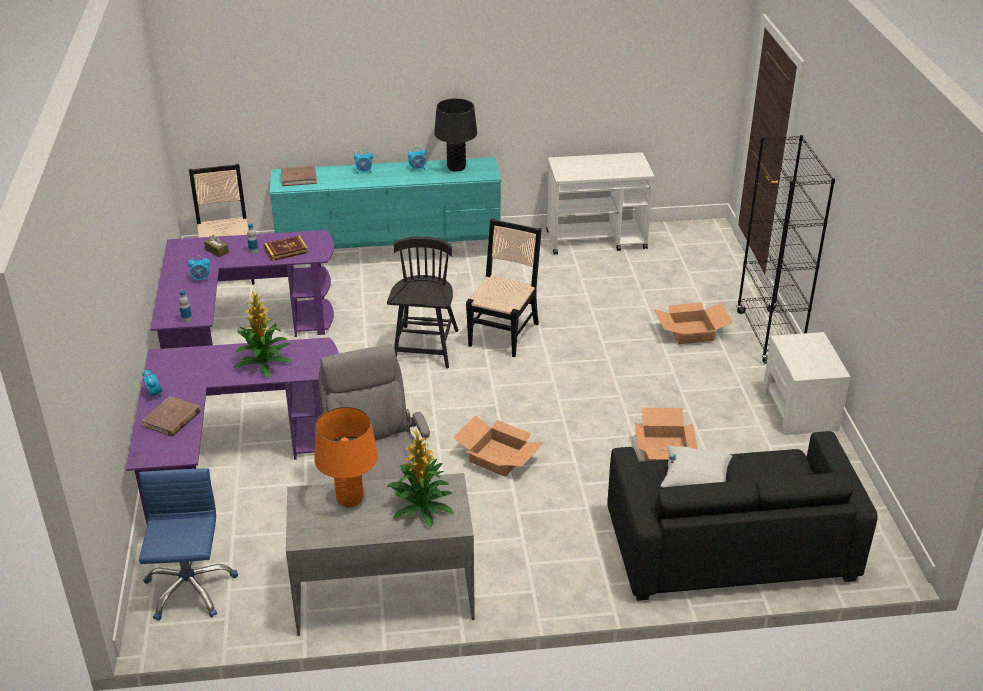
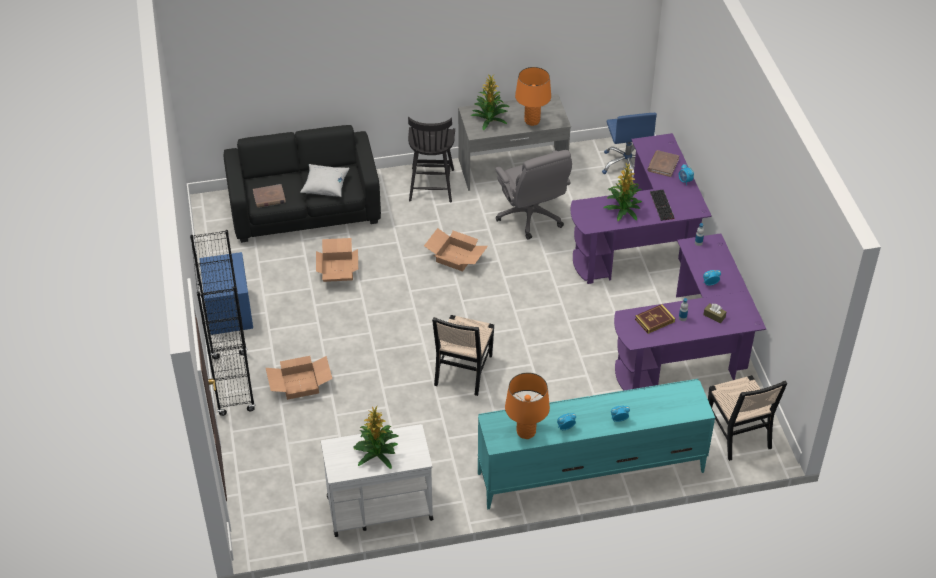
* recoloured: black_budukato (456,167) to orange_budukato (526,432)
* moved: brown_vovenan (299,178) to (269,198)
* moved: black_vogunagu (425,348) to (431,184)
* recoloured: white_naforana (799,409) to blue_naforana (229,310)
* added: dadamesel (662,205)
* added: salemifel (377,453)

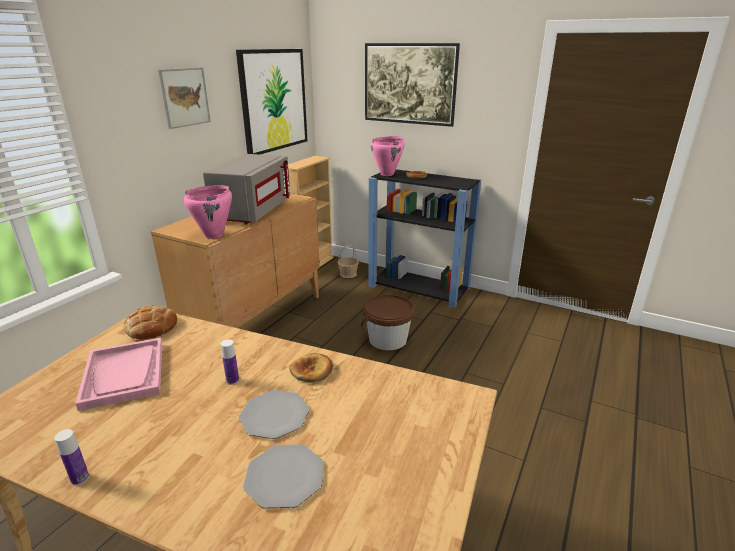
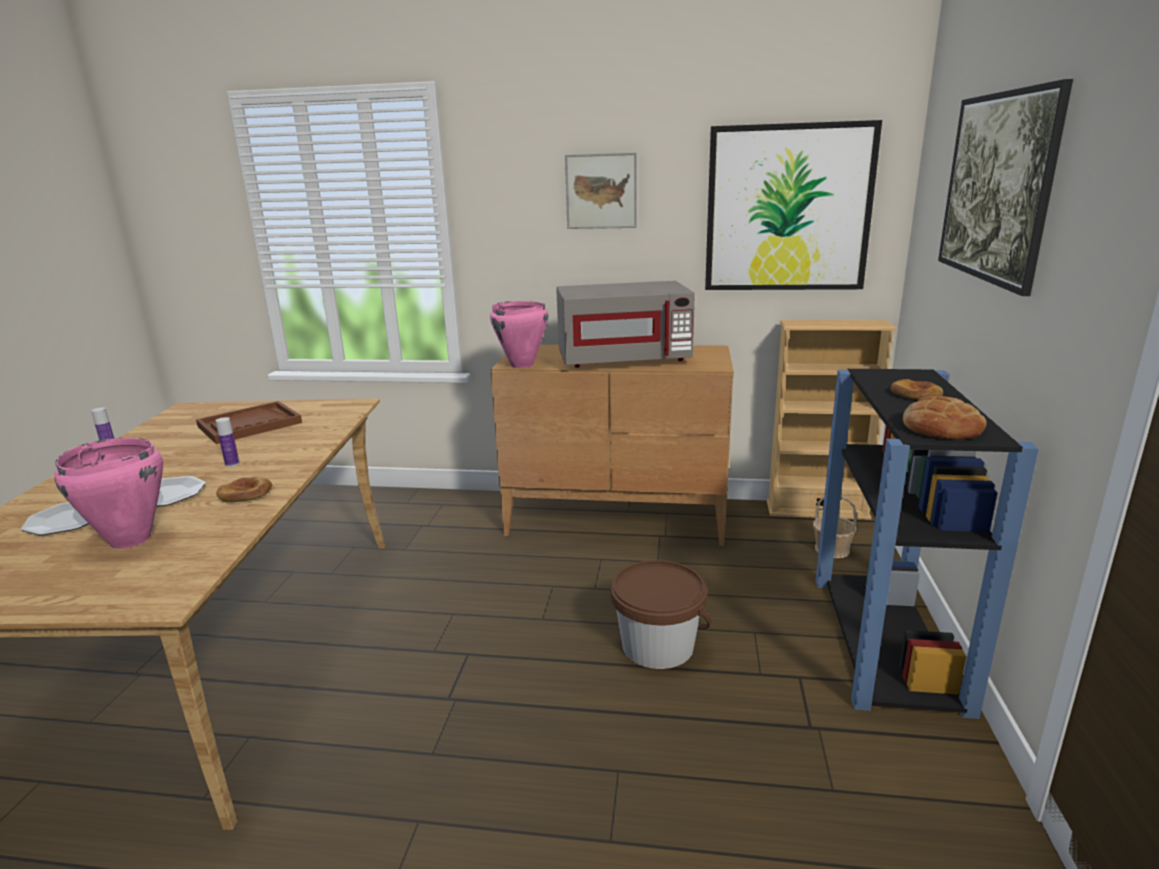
* moved: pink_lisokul (387,174) to (130,540)
* moved: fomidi (151,327) to (941,428)
* recoloured: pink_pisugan (124,374) to brown_pisugan (249,425)

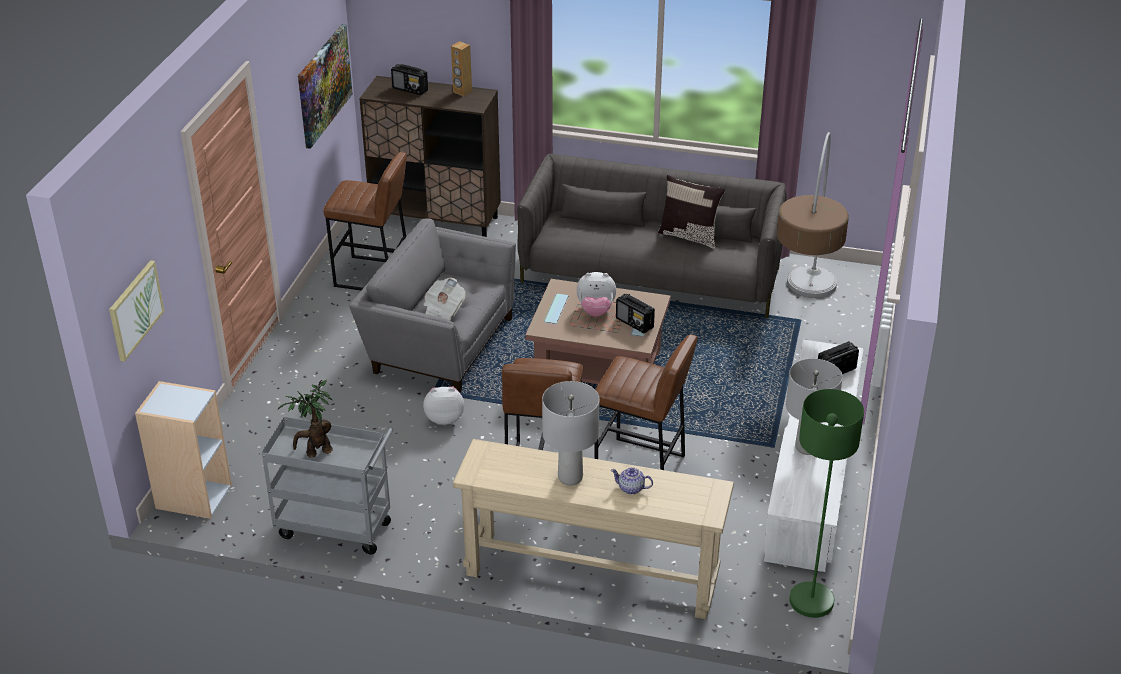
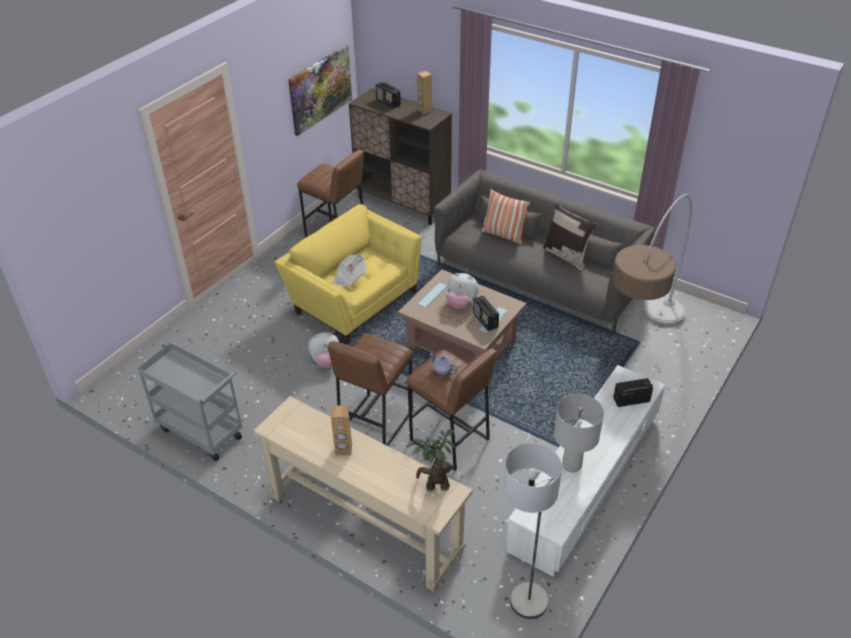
* recoloured: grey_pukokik (439,343) to yellow_pukokik (354,300)
* removed: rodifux (135,310)
* moved: salemifel (315,451) to (434,485)
* removed: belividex (193,496)
* replaced: grey_budukato (570,477) to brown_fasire (343,450)
* turned: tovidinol (444,418) = (326,361) 150 degrees clockwise
* recoloured: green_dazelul (807,610) to grey_dazelul (521,609)
* moved: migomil (631,488) to (443,370)
* added: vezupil (503,235)

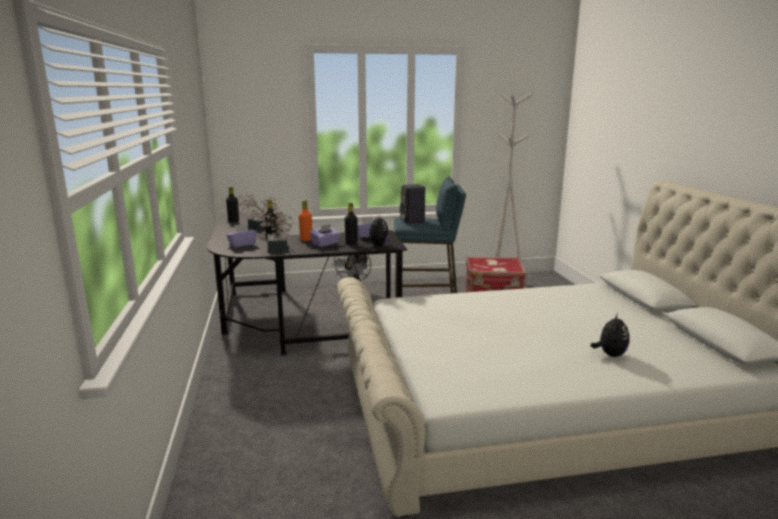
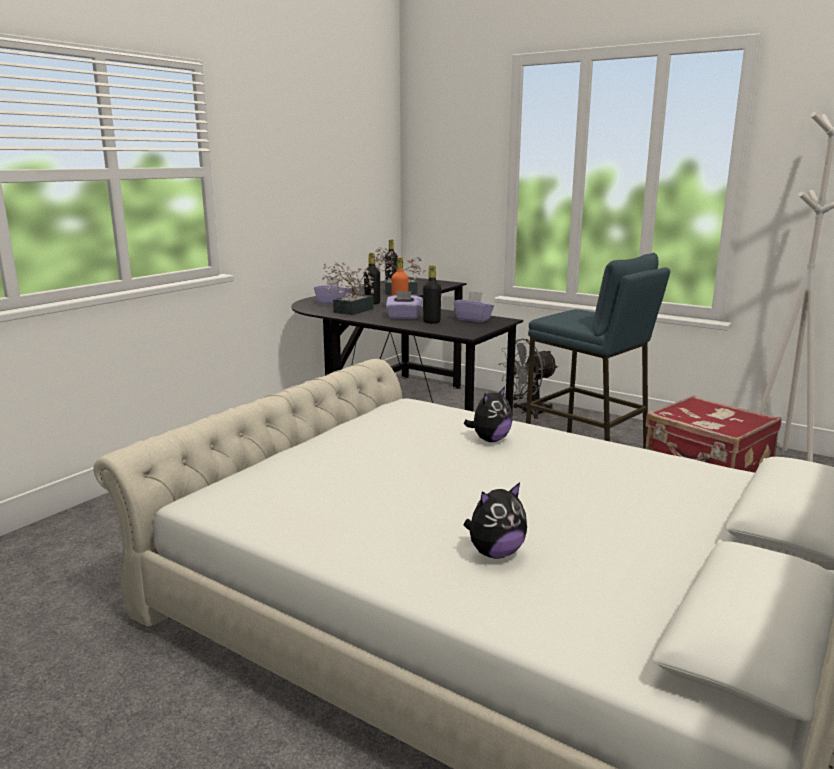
* removed: black_fasire (413,221)
* moved: tovidinol (377,245) to (490,440)

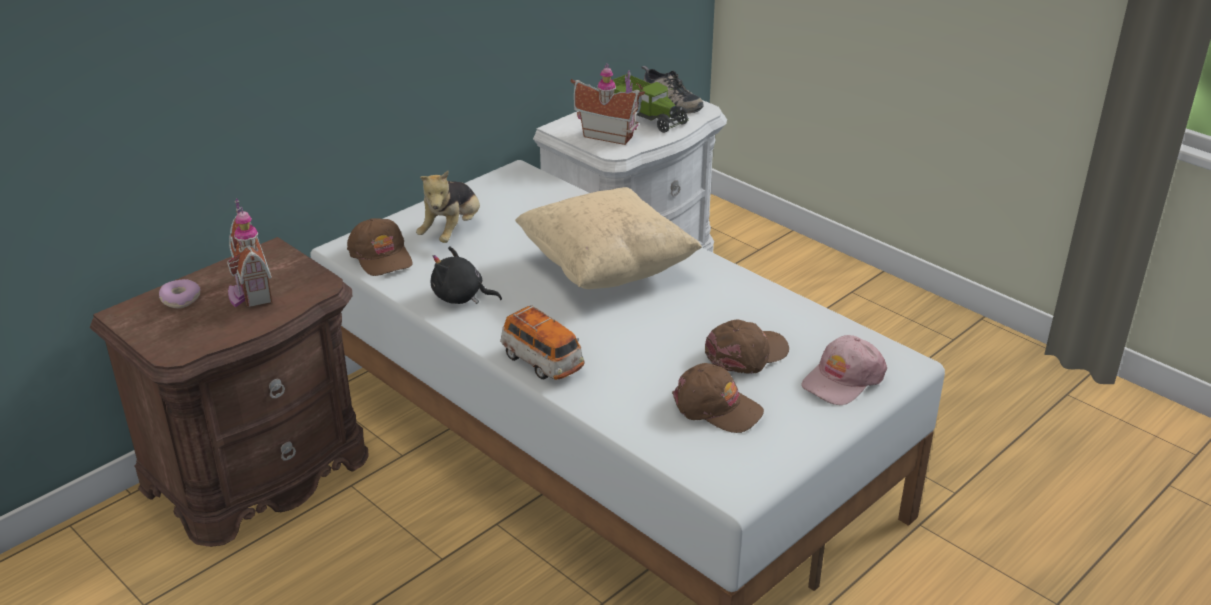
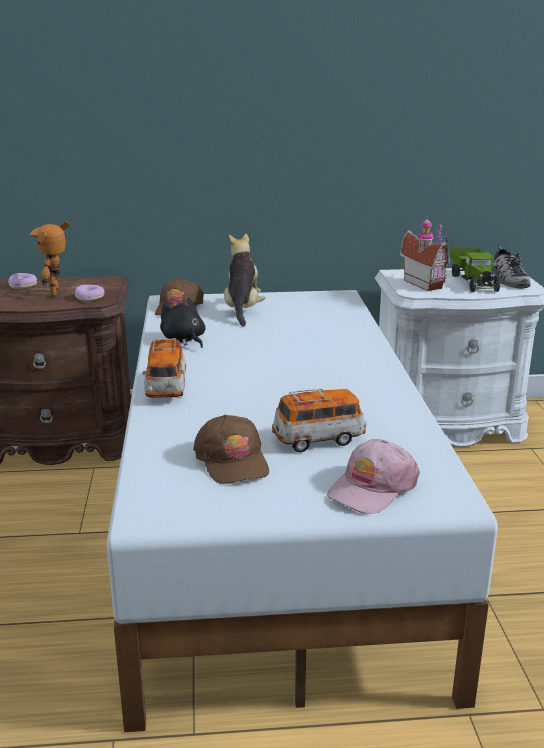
* turned: tovidinol (452,231) = (242,309) 120 degrees clockwise
* removed: beige_vezupil (606,269)
* replaced: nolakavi (249,293) to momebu (59,293)
* replaced: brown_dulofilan (746,354) to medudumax (319,439)
* turned: pink_dulofilan (842,379) = (372,488) 45 degrees counterclockwise
* added: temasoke (89,298)

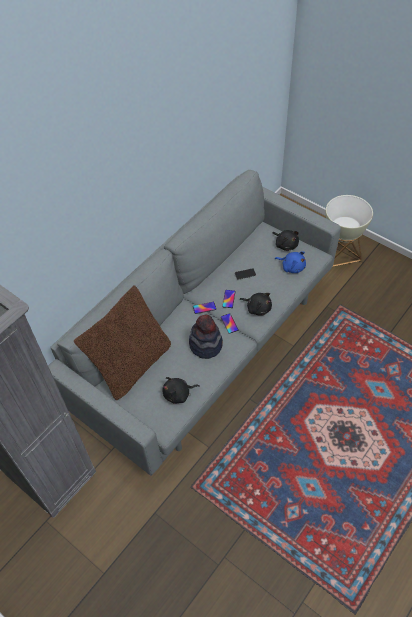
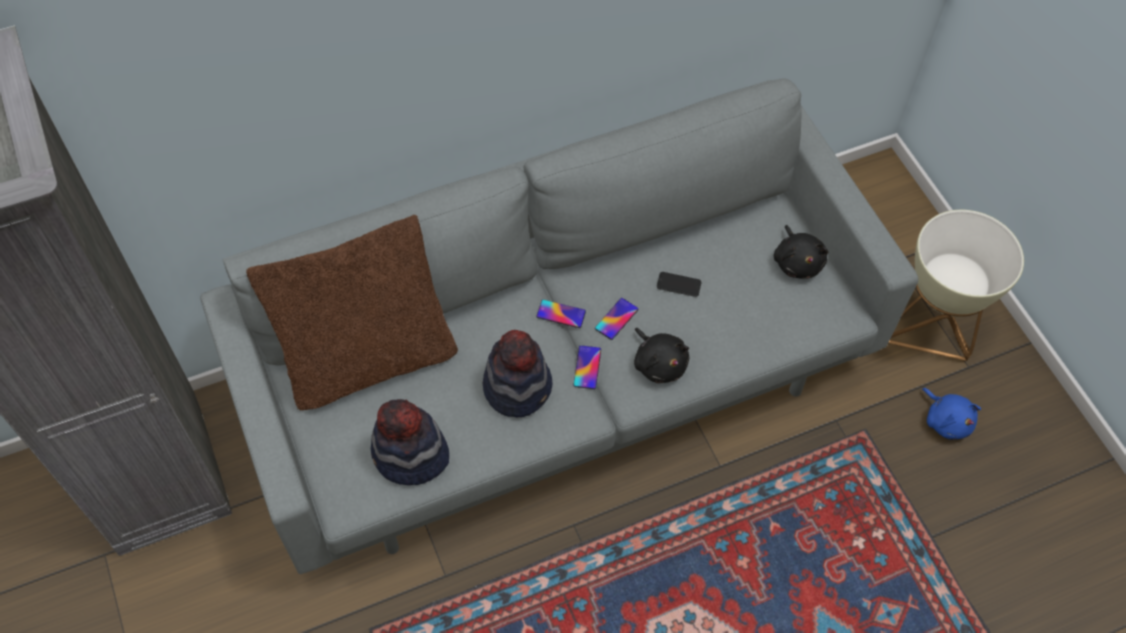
* moved: blue_tovidinol (292,267) to (946,420)
* replaced: black_tovidinol (178,394) to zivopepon (410,455)

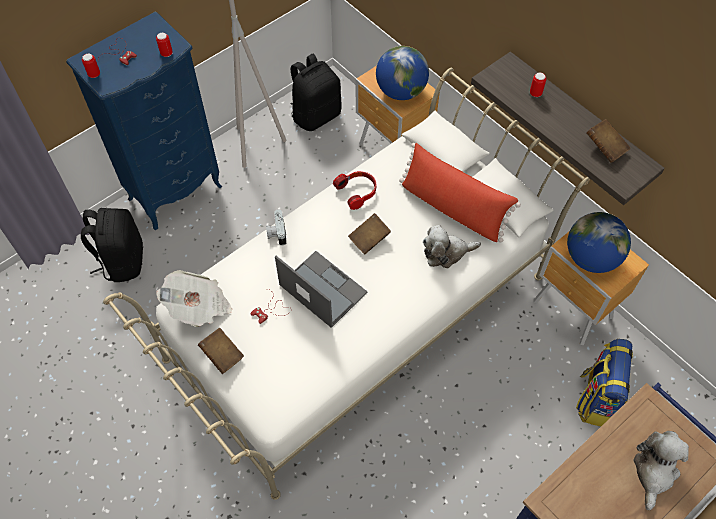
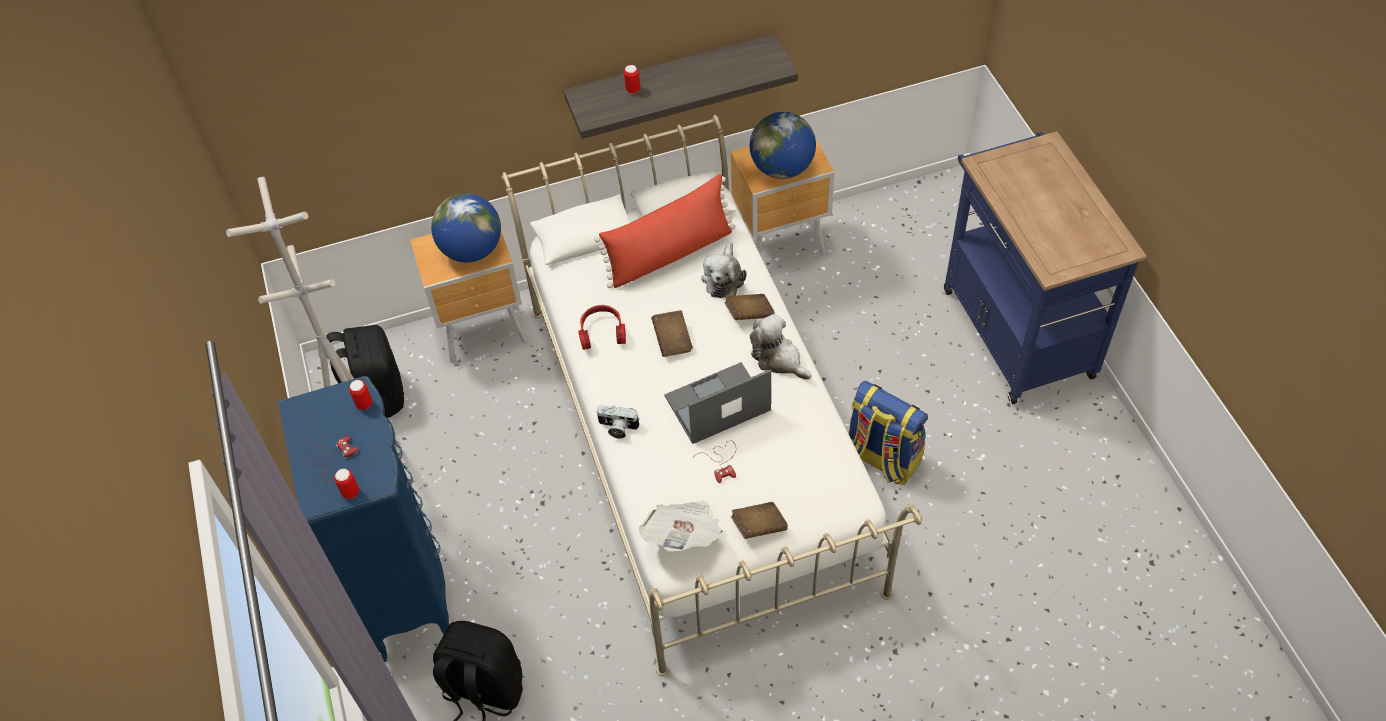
* moved: brown_vovenan (605,148) to (749,314)
* moved: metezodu (597,398) to (881,458)
* moved: tovidinol (654,471) to (778,359)

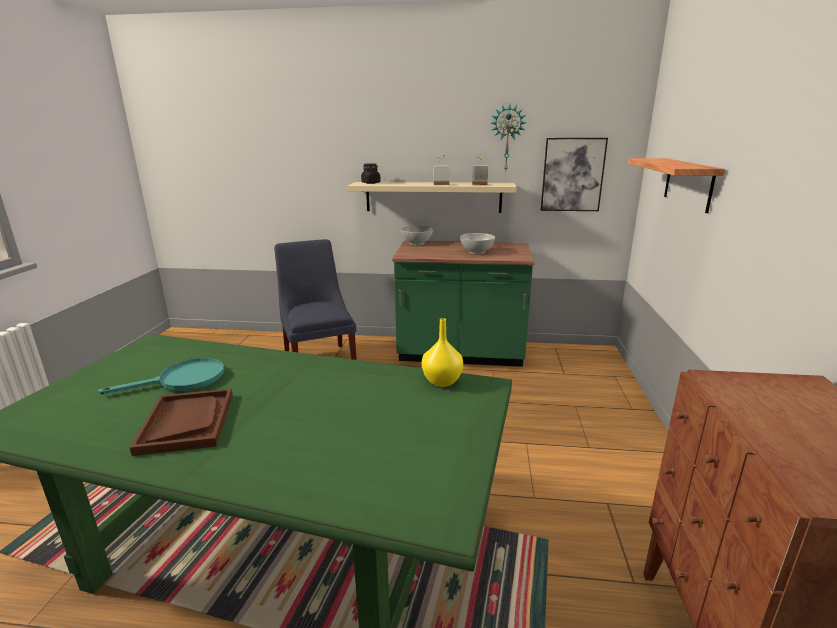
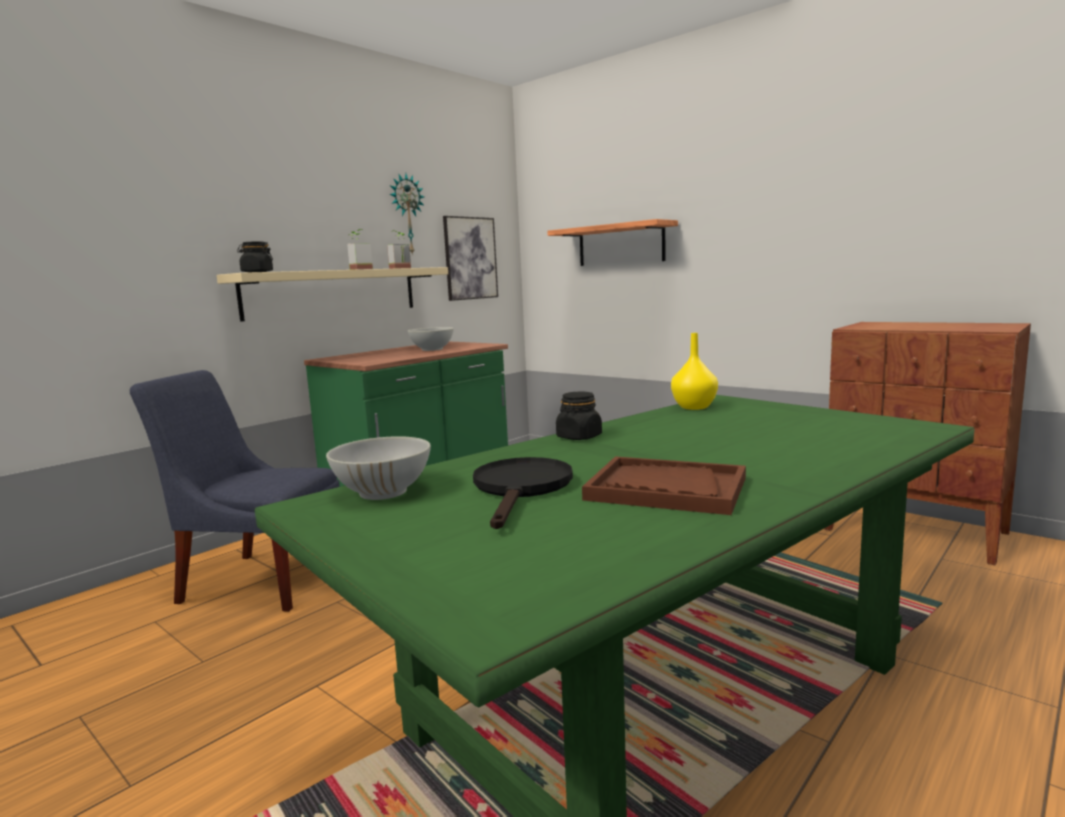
* moved: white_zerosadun (417,243) to (383,492)
* recoloured: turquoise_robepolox (183,380) to black_robepolox (521,489)
* added: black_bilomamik (579,437)

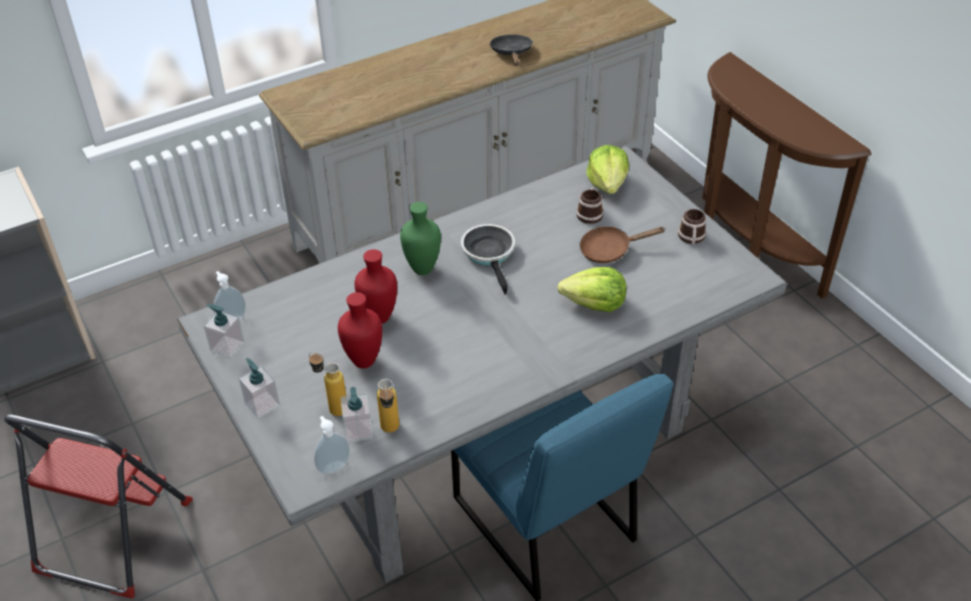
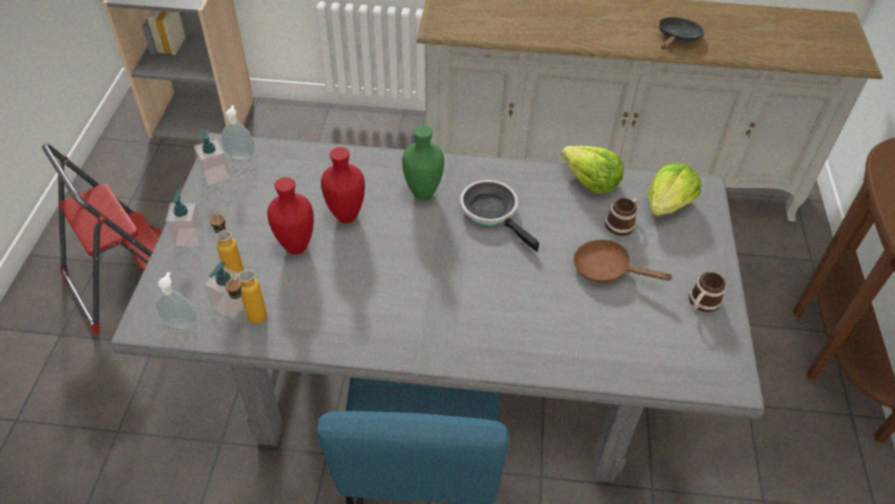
* turned: robepolox (490,254) = (492,212) 60 degrees counterclockwise
* moved: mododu (595,304) to (590,182)

